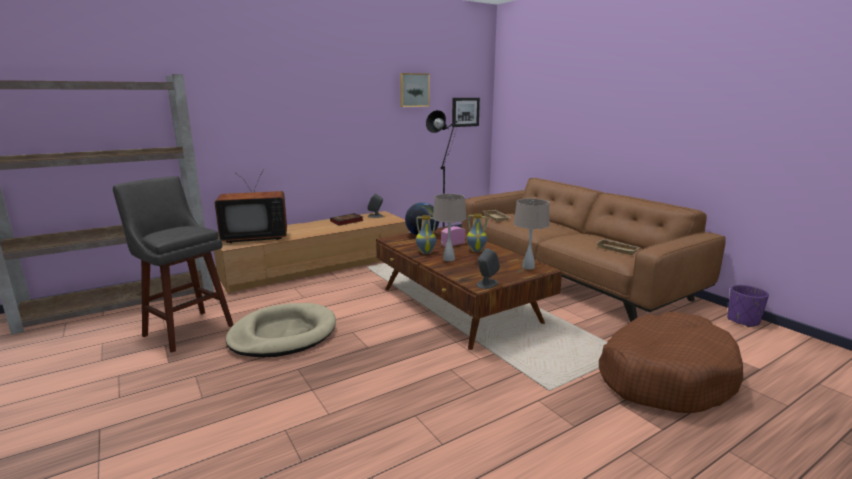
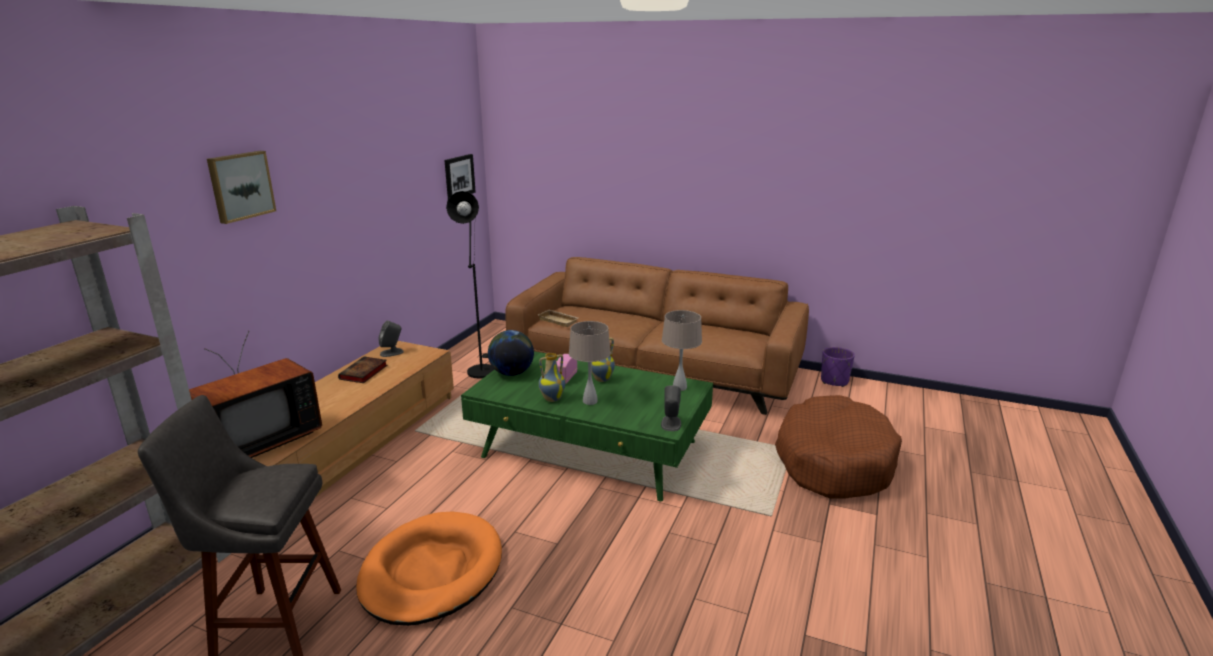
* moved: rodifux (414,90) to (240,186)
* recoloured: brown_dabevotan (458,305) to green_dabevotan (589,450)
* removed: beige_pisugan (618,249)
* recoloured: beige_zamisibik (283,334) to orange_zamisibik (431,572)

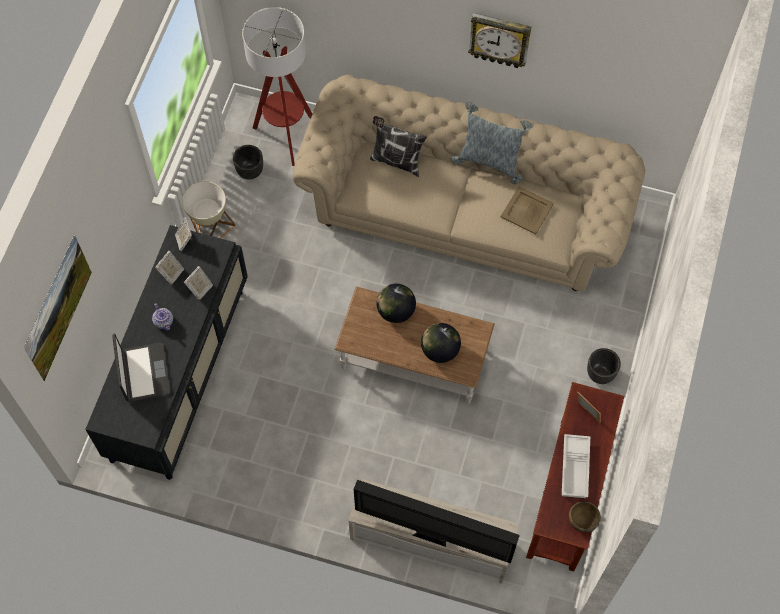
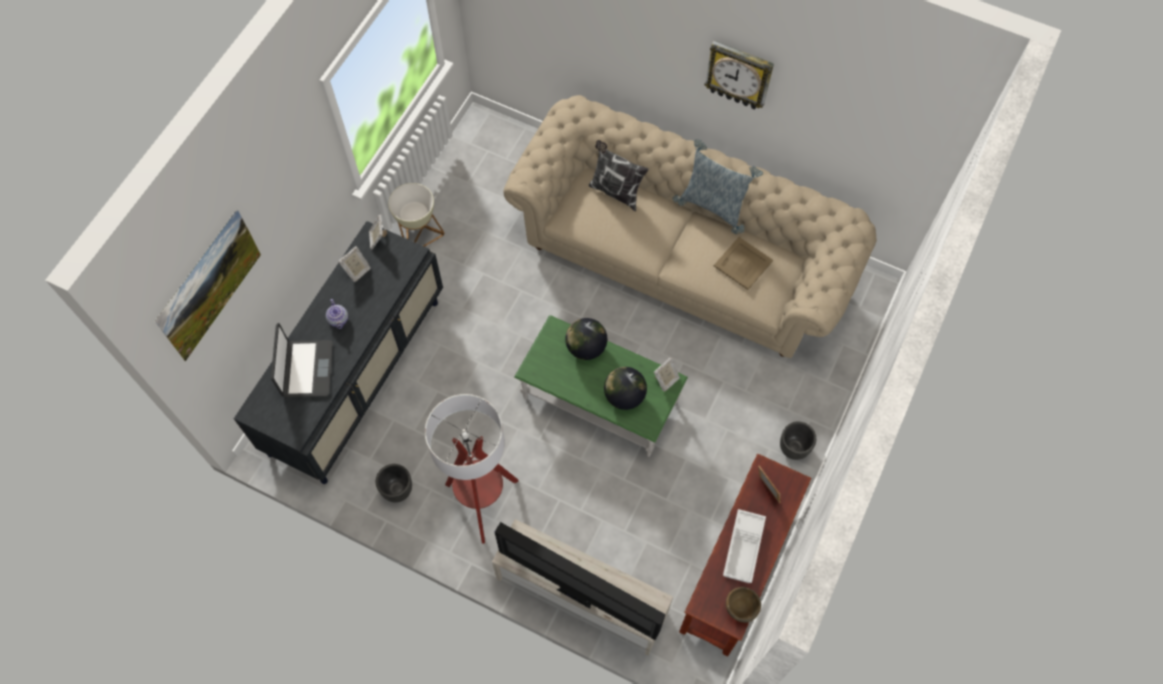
* moved: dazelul (286,136) to (482,502)
* moved: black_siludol (249,171) to (397,490)
* moved: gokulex (200,289) to (665,380)
* recoloured: brown_dabevotan (414,359) to green_dabevotan (600,400)

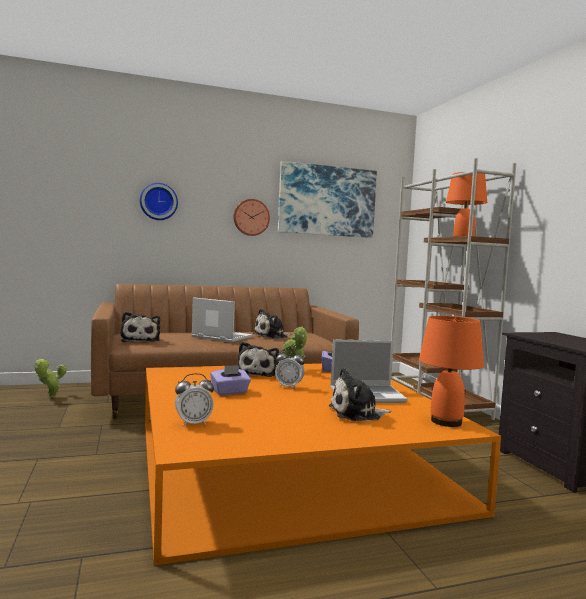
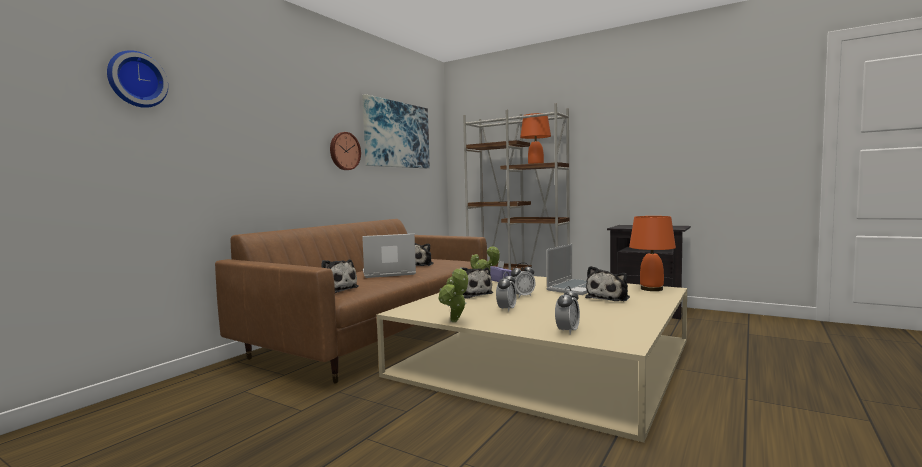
* moved: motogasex (158,201) to (136,80)
* moved: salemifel (49,397) to (455,322)
* recoloured: orange_dabevotan (289,462) to beige_dabevotan (544,357)
* replaced: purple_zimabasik (230,392) to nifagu (506,309)

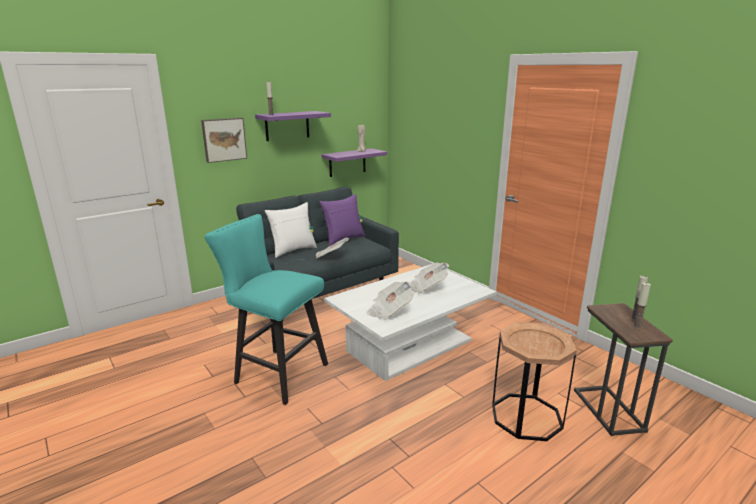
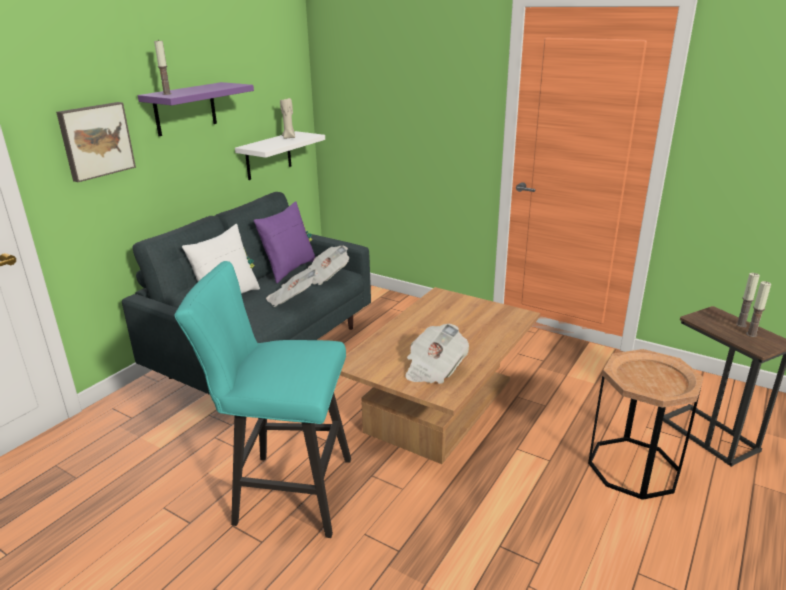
* recoloured: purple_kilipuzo (347,162) to white_kilipuzo (268,156)
* moved: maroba (426,287) to (325,277)
* recoloured: white_dabevotan (410,345) to brown_dabevotan (440,404)

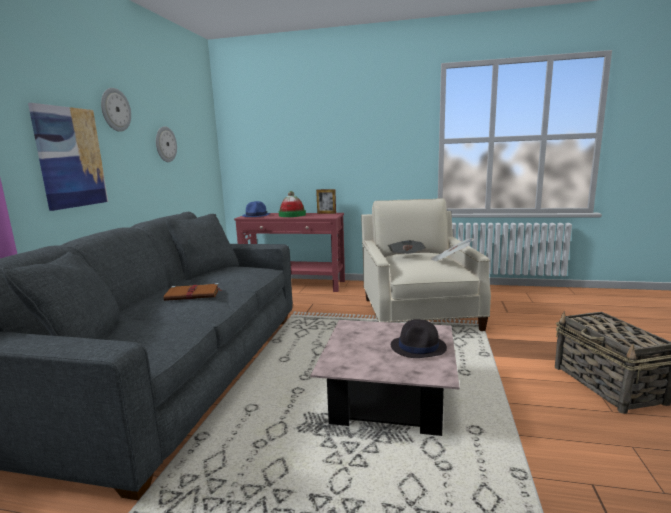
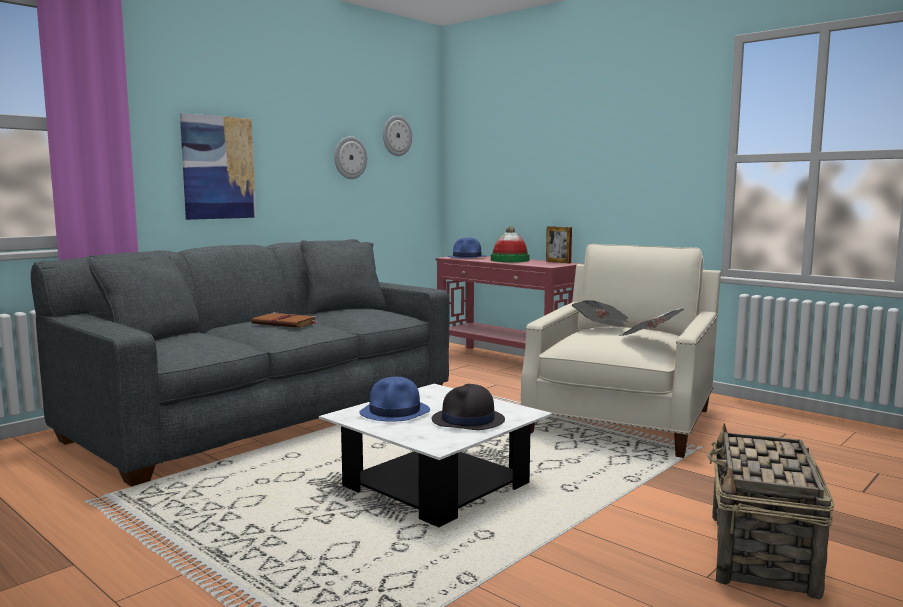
* moved: motogasex (115,110) to (396,136)
* recoloured: pink_dabevotan (388,399) to white_dabevotan (436,485)
* added: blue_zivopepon (395,412)

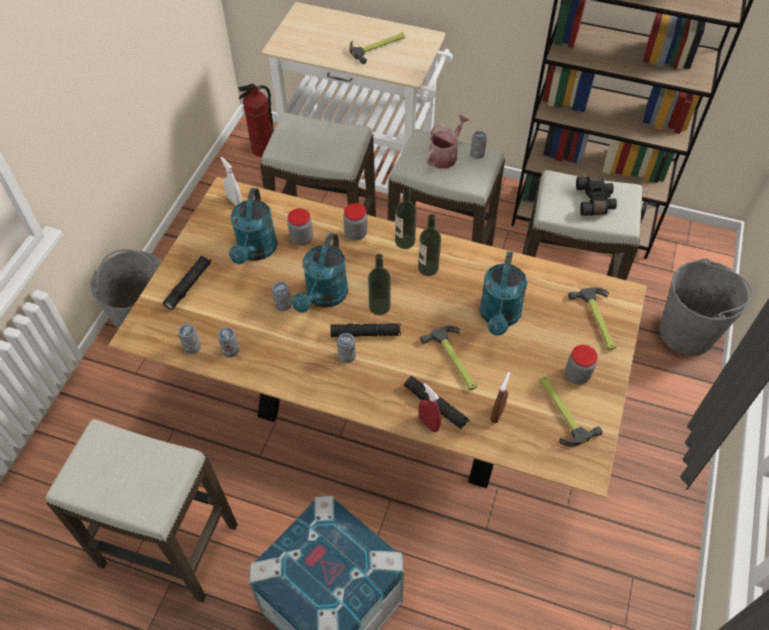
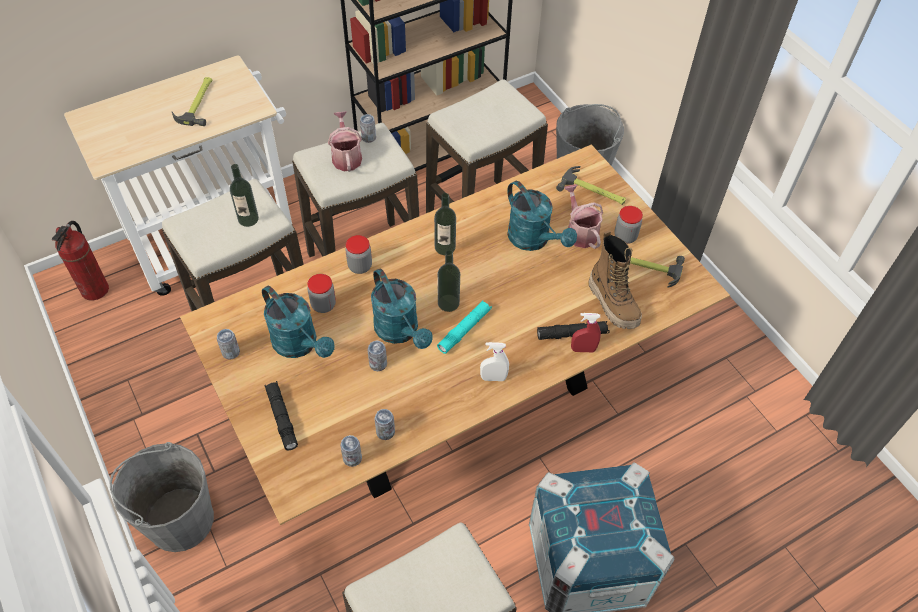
* moved: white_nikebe (234,201) to (493,378)
* removed: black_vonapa (595,202)
* moved: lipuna (405,241) to (248,219)
* recoloured: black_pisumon (365,333) to turquoise_pisumon (464,330)
* removed: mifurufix (454,361)
* moved: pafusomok (347,356) to (231,352)
* replaced: brown_nikebe (497,413) to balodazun (613,303)
* added: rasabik (580,231)

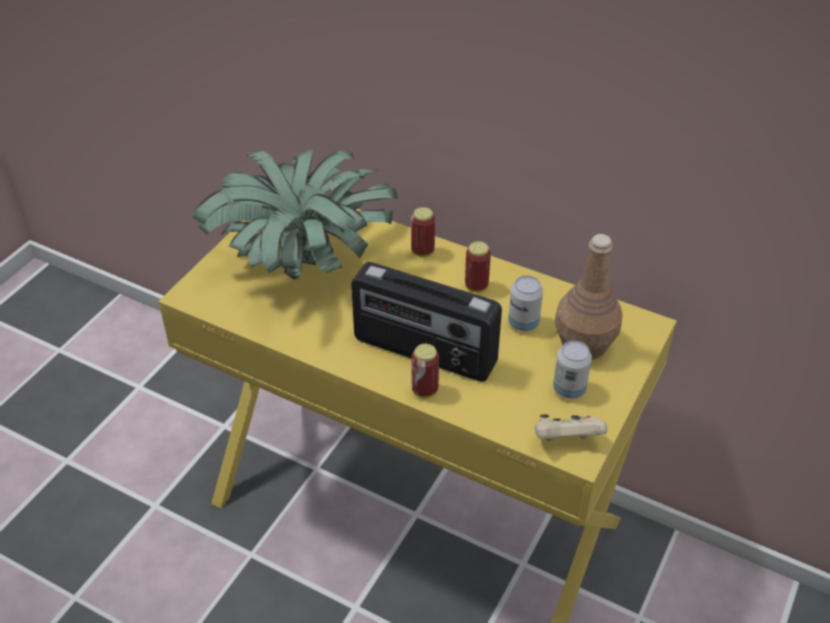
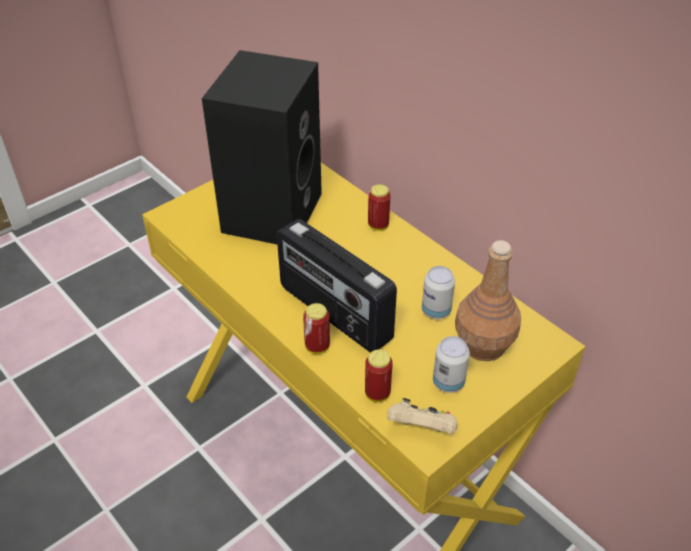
* replaced: salemifel (301,263) to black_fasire (271,211)
* moved: pafusomok (476,287) to (377,393)

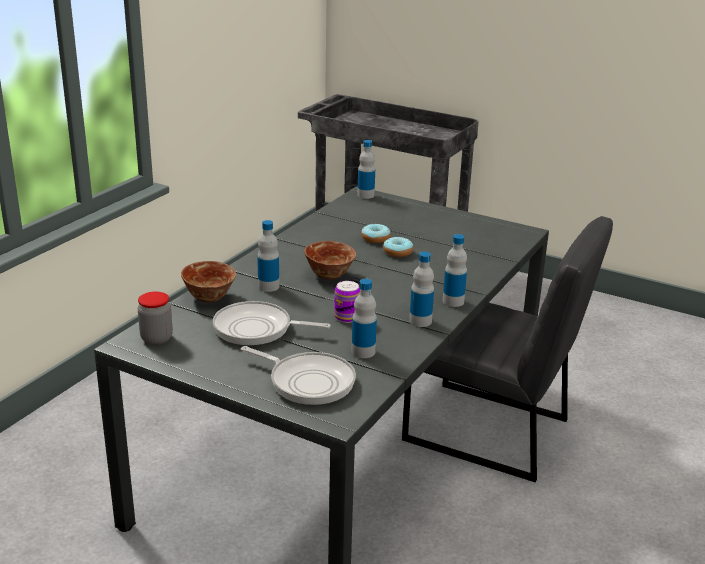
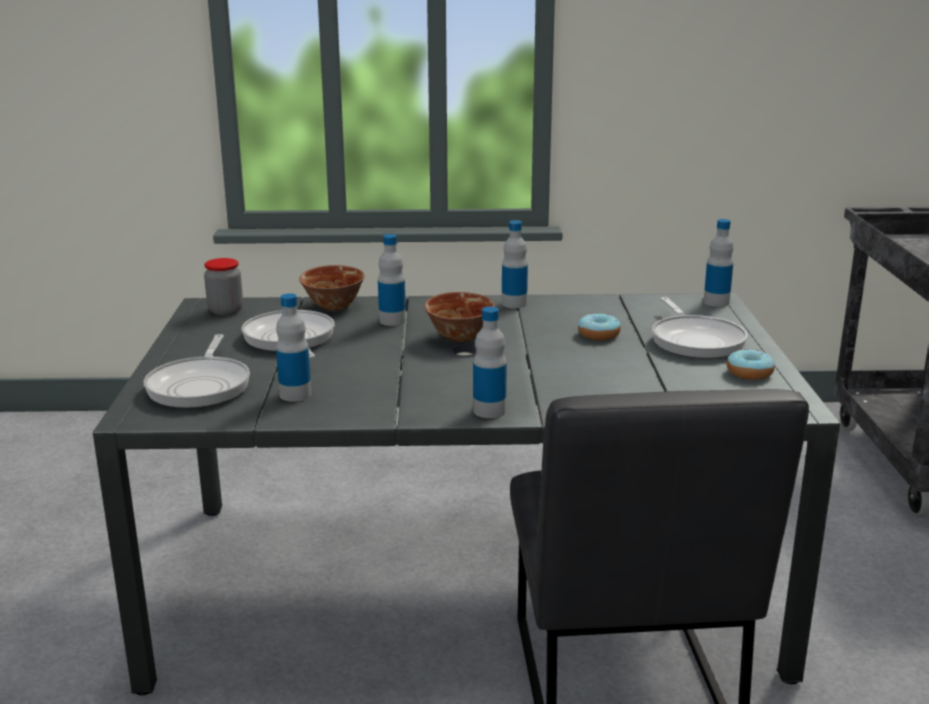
* moved: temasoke (397,252) to (749,373)
* moved: lipuna (420,321) to (514,304)
* removed: pafusomok (346,317)
* added: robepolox (695,340)

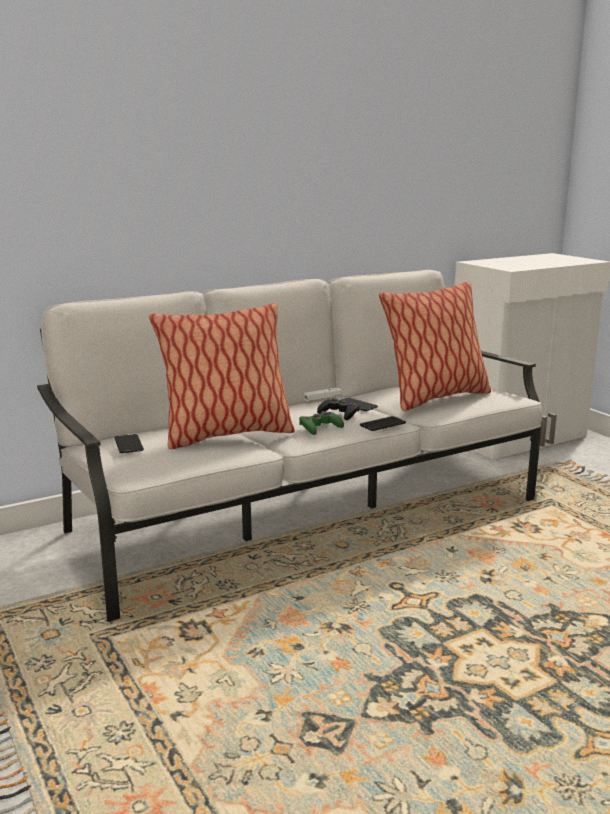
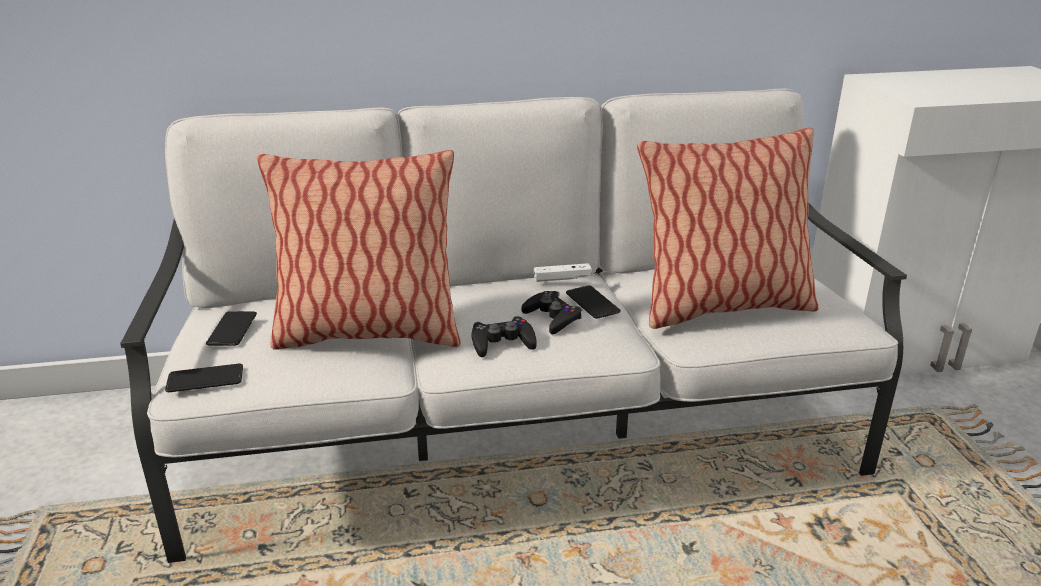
* recoloured: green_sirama (320,427) to black_sirama (502,343)
* moved: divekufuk (382,424) to (205,379)

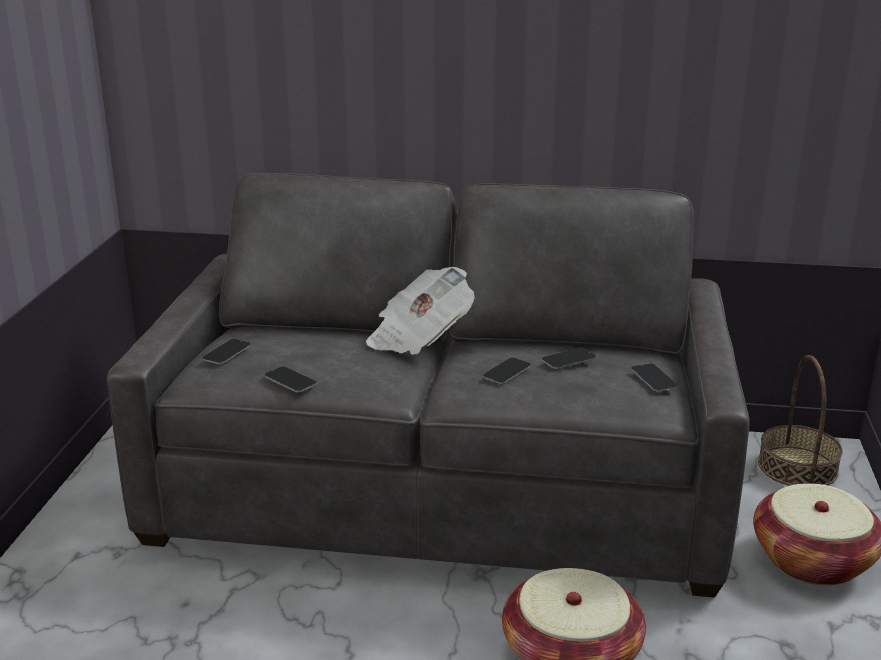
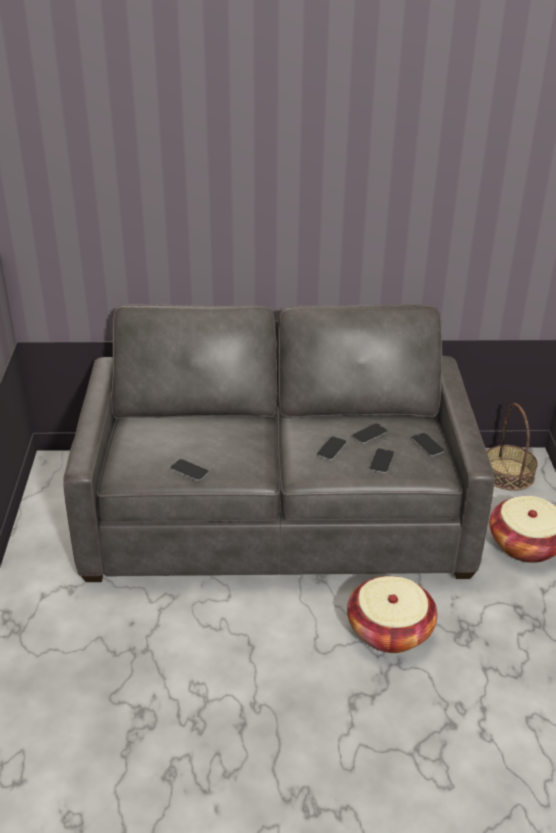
* removed: maroba (419,337)
* moved: divekufuk (227,353) to (381,461)

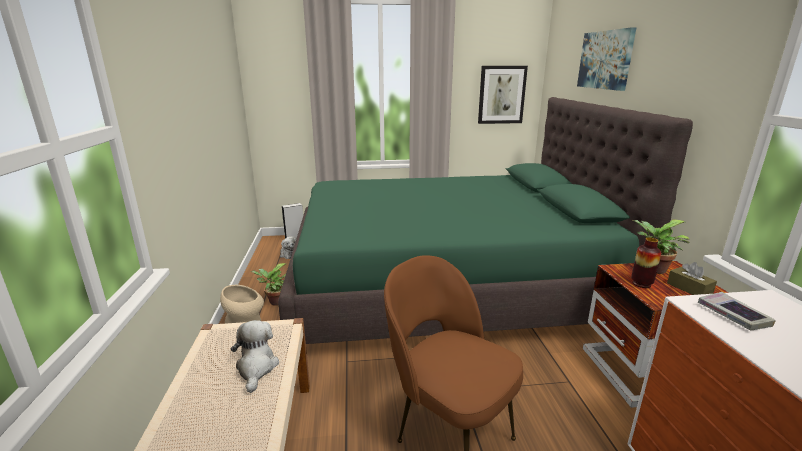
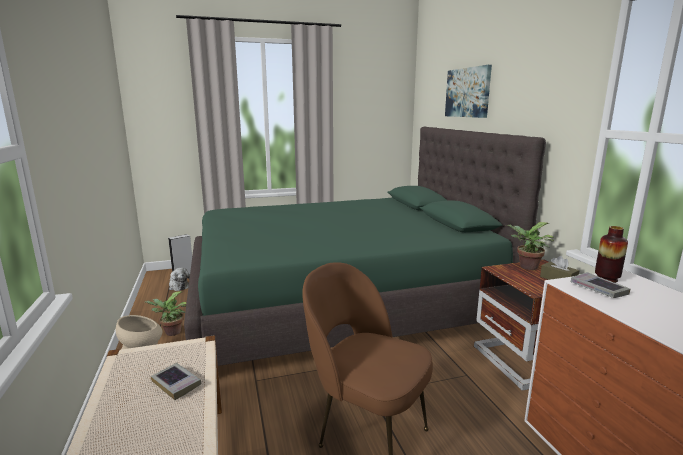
* removed: rodifux (501,95)
* moved: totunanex (641,284) to (606,279)
* replaced: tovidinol (256,368) to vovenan (176,384)

